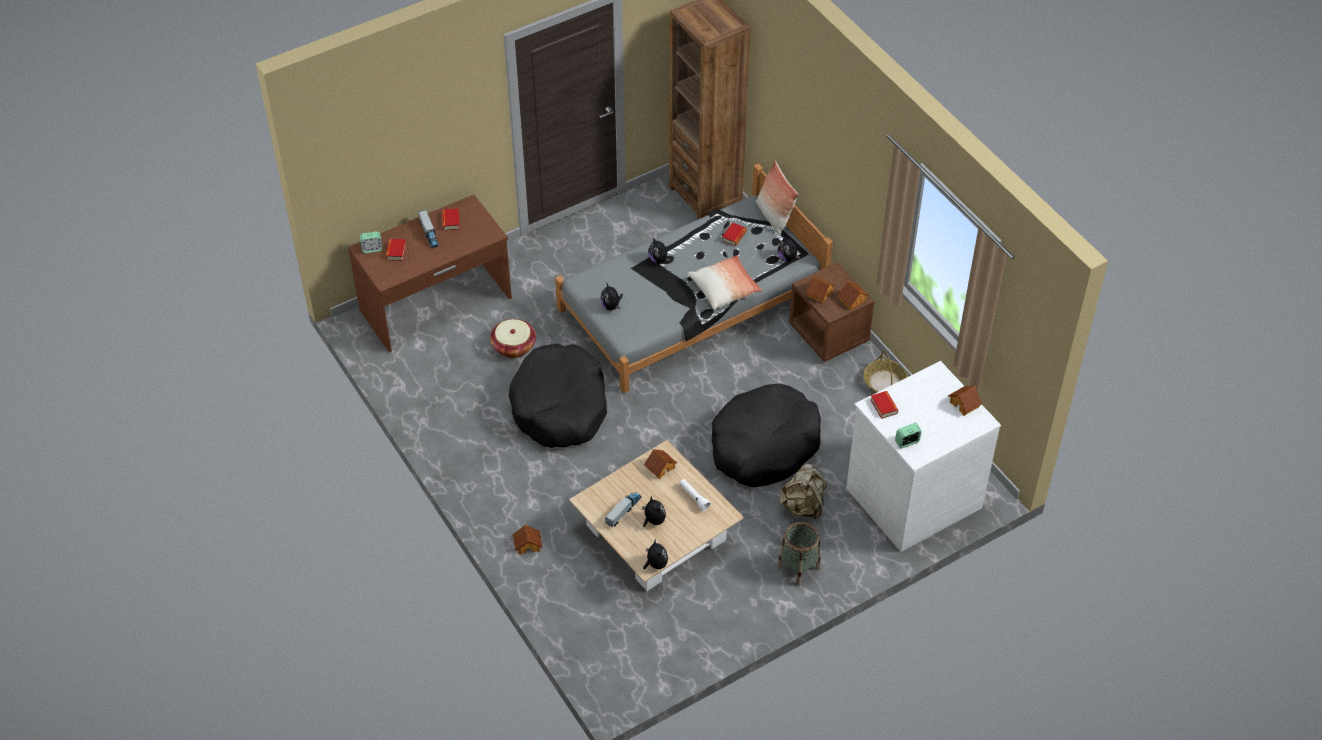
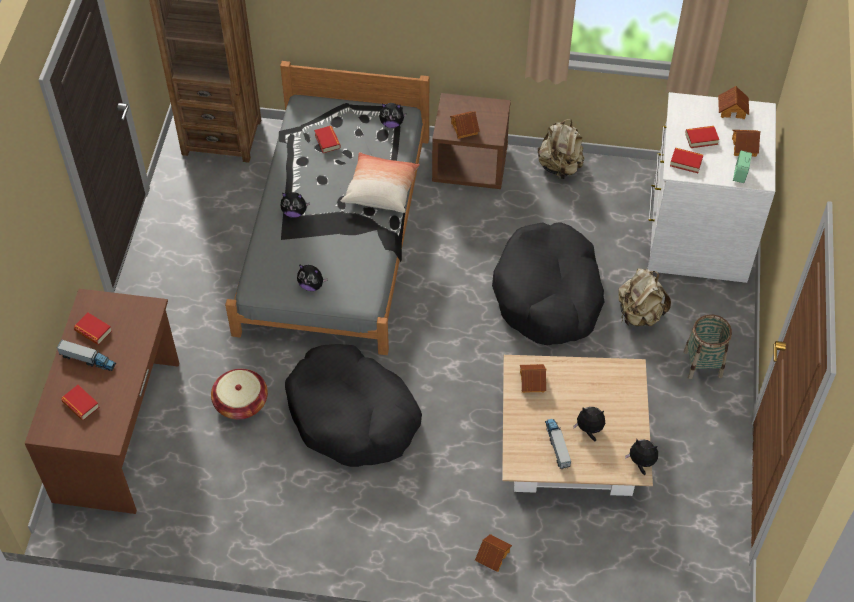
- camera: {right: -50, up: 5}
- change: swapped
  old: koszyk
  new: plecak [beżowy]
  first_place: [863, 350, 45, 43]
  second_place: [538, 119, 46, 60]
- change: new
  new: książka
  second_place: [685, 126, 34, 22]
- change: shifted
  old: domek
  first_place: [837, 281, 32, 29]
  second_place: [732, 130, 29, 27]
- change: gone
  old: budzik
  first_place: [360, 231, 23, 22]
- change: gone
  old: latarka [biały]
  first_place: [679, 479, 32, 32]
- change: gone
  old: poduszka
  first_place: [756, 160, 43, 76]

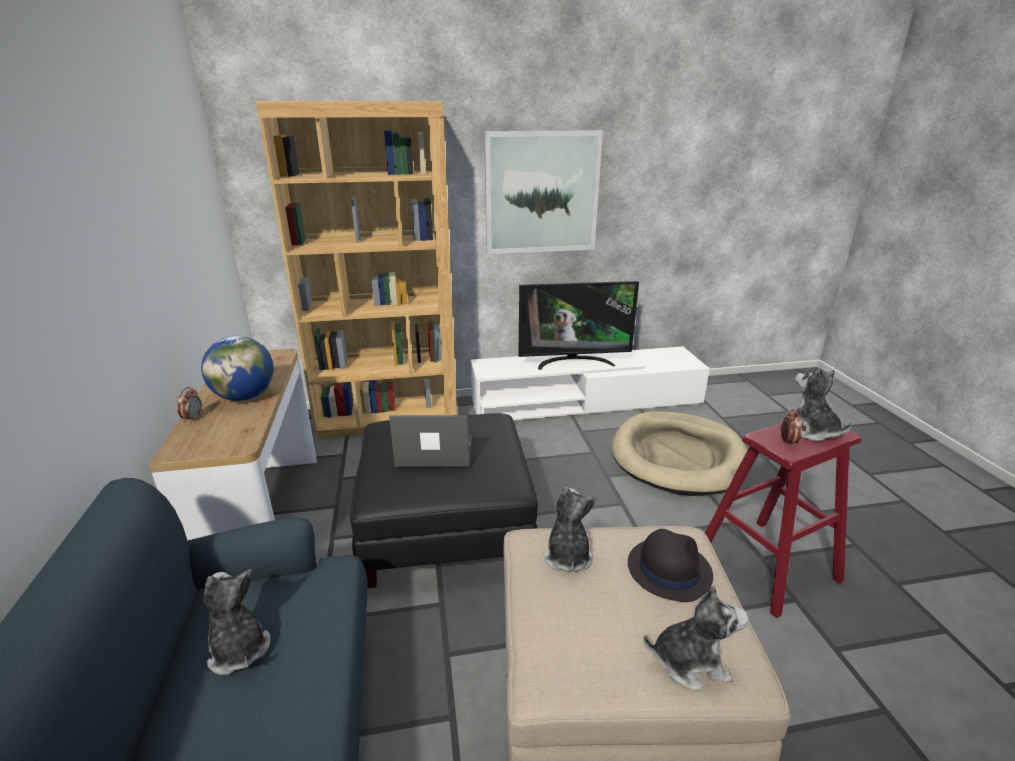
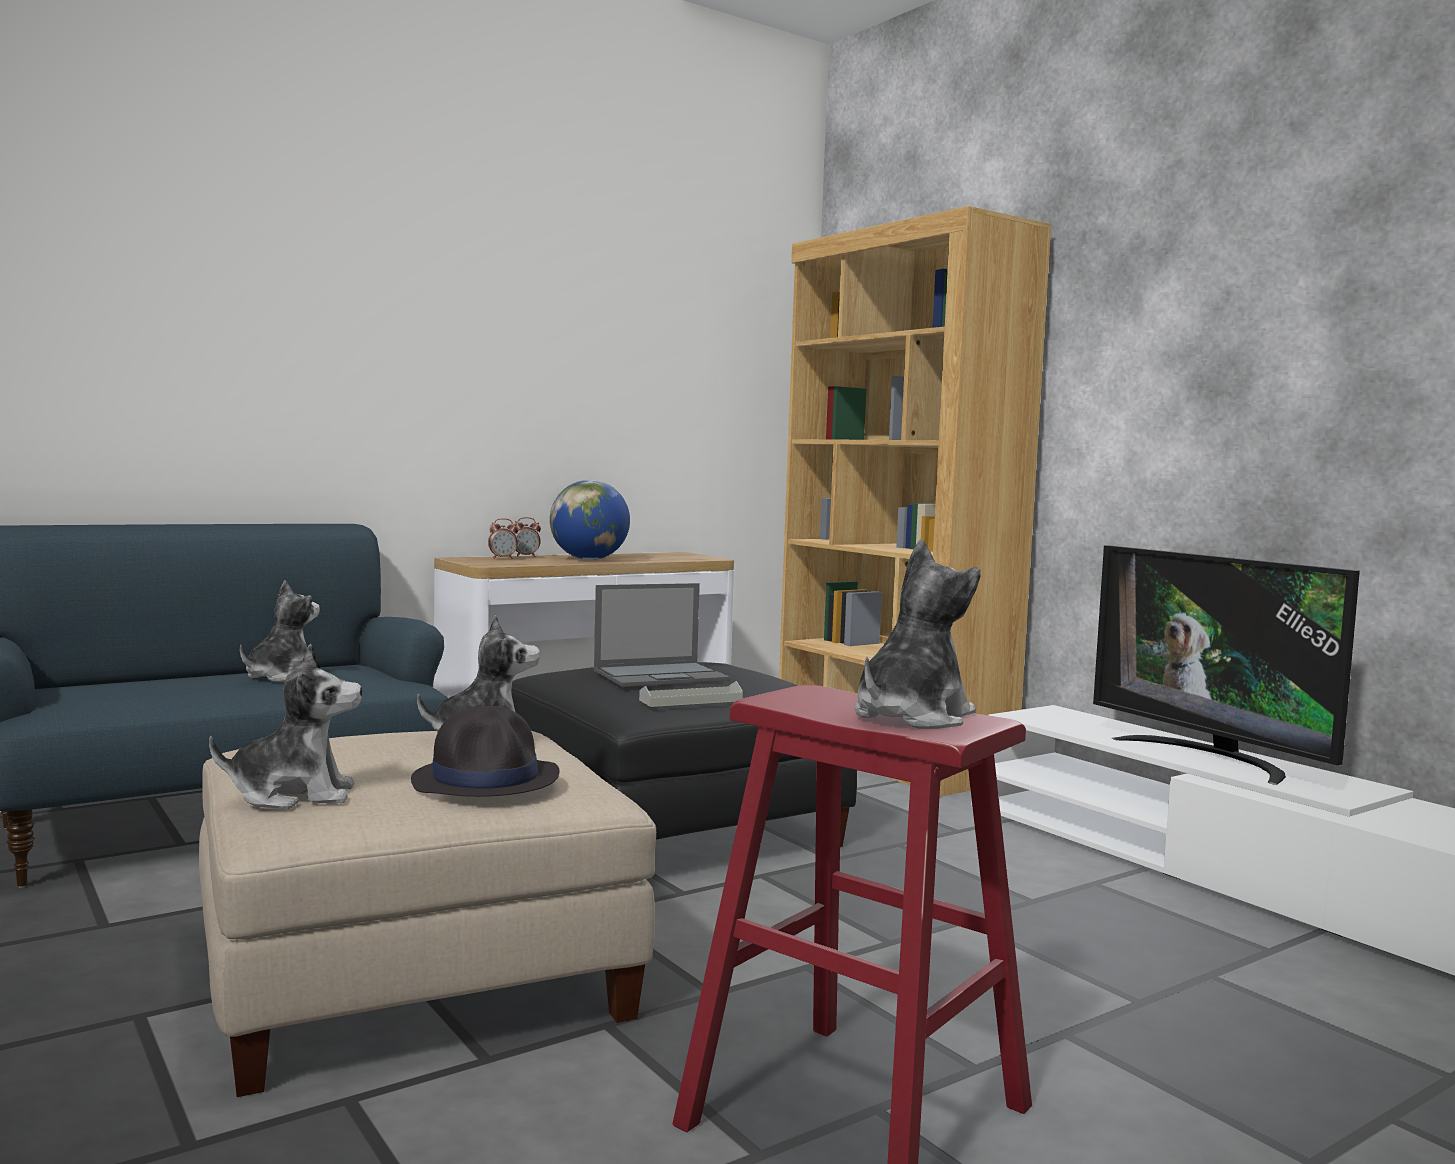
- camera: {right: 65, up: -20}
- change: rotated
  old: pluszak
  first_place: [643, 586, 106, 104]
  second_place: [209, 644, 153, 165]
  degrees: -75
- change: shifted
  old: budzik
  first_place: [781, 409, 22, 38]
  second_place: [488, 518, 30, 41]
- change: rotated
  old: laptop
  first_place: [389, 415, 83, 52]
  second_place: [594, 583, 136, 104]
  degrees: 90
- change: new
  new: taca [szary]
  second_place: [639, 681, 104, 26]
- change: gone
  old: obraz
  first_place: [484, 130, 119, 124]
- change: gone
  old: legowisko [beżowy]
  first_place: [612, 411, 135, 85]

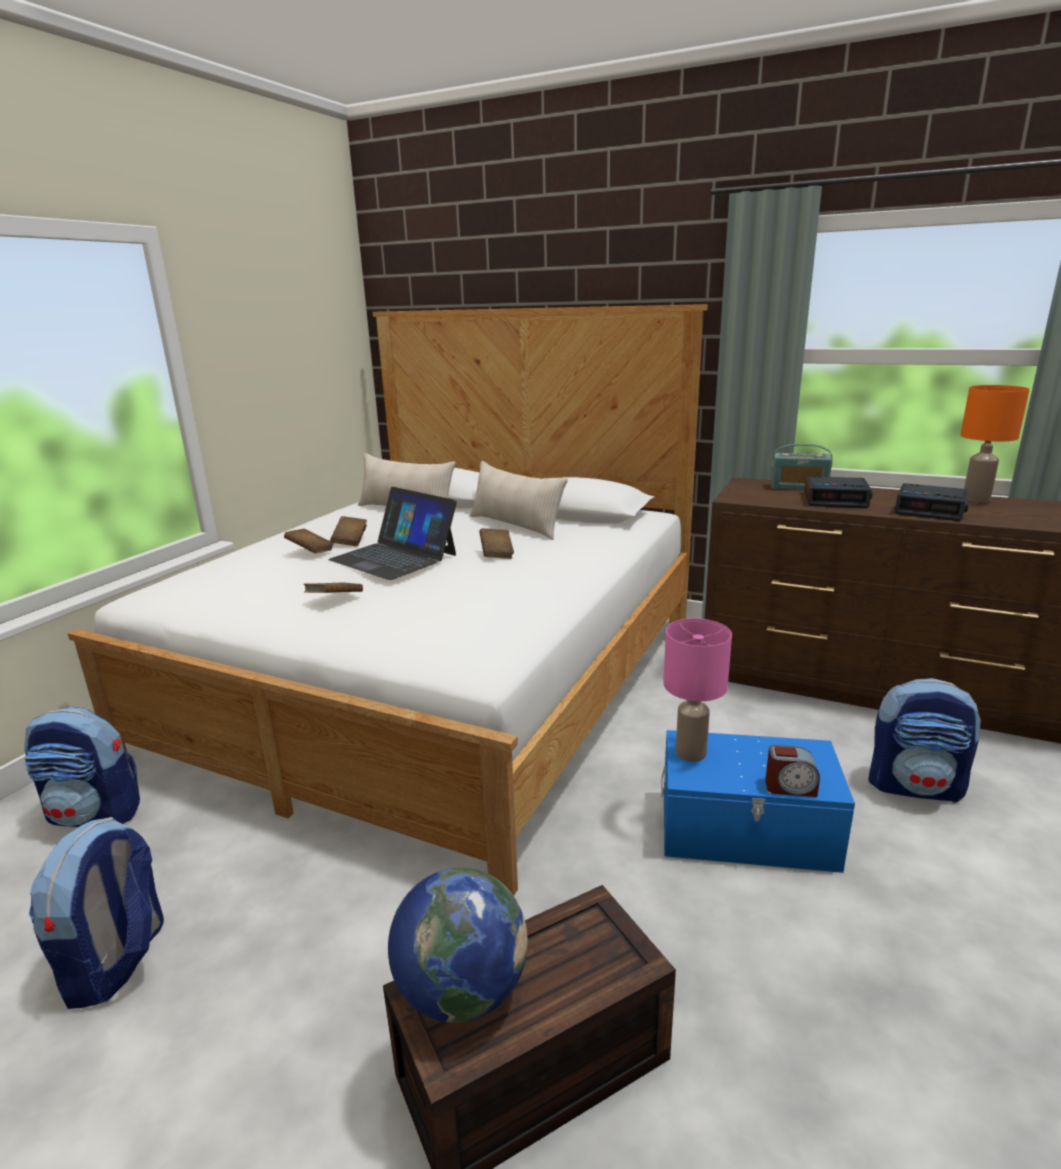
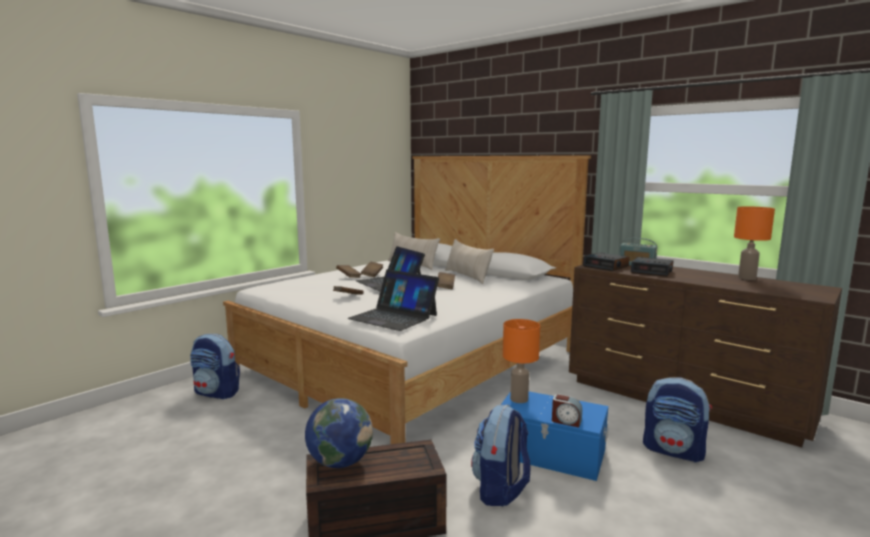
- camera: {right: 15, up: -10}
- change: new
  new: laptop
  second_place: [347, 269, 92, 62]
- change: shifted
  old: plecak
  first_place: [29, 817, 135, 192]
  second_place: [471, 405, 59, 101]
- change: repainted
  old: lampa stołowa [różowy]
  new: lampa stołowa [pomarańczowy]
  first_place: [663, 618, 69, 144]
  second_place: [503, 319, 37, 84]
- change: shifted
  old: budzik
  first_place: [894, 483, 75, 38]
  second_place: [583, 252, 47, 19]

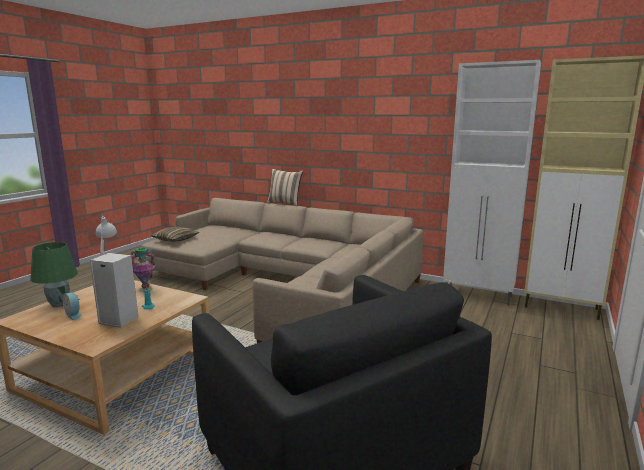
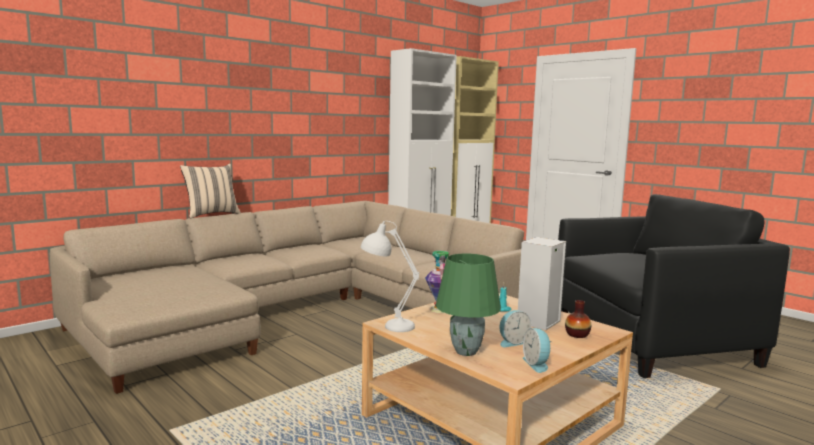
- camera: {right: -70, up: -5}
- change: new
  new: budzik
  second_place: [523, 328, 29, 45]
- change: new
  new: wazon
  second_place: [565, 300, 26, 38]
- change: gone
  old: poduszka
  first_place: [151, 227, 48, 15]

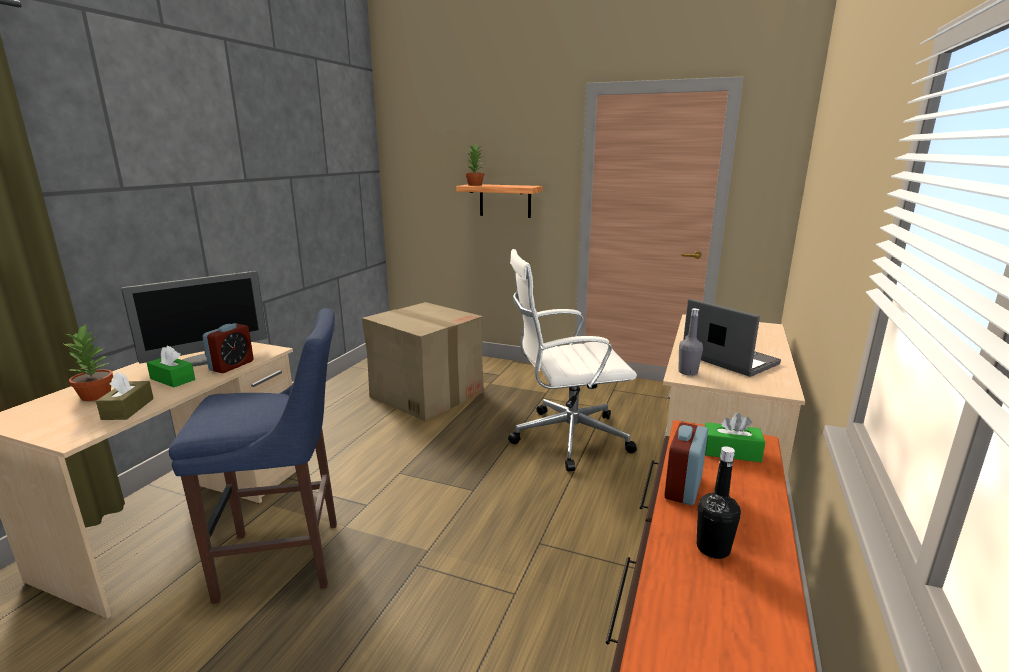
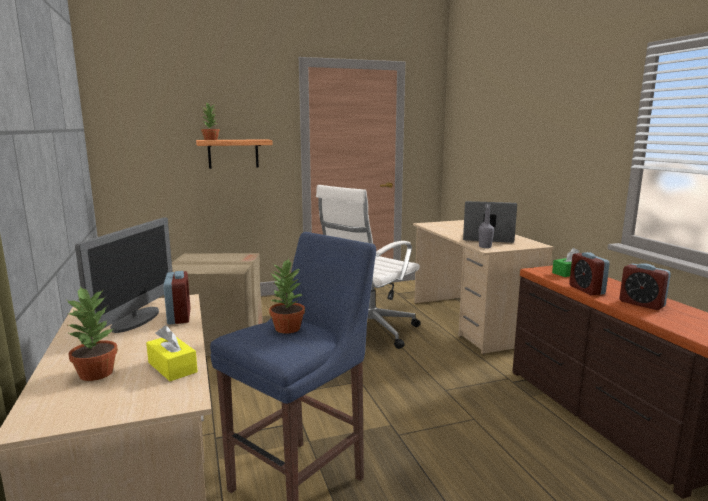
- camera: {right: -40, up: -5}
- change: repainted
  old: pudełko chusteczek [brązowy]
  new: pudełko chusteczek [żółty]
  first_place: [96, 372, 58, 48]
  second_place: [146, 325, 52, 56]
- change: new
  new: roślina doniczkowa
  second_place: [269, 258, 36, 75]
- change: swapped
  old: butelka [czarny]
  new: budzik
  first_place: [697, 446, 44, 113]
  second_place: [619, 263, 52, 47]
- change: gone
  old: pudełko chusteczek [zielony]
  first_place: [147, 346, 48, 41]

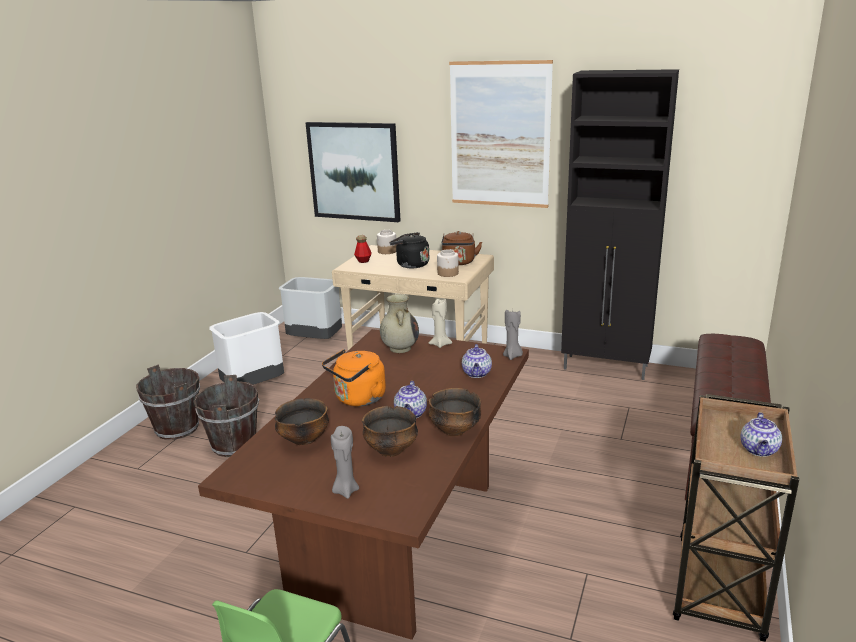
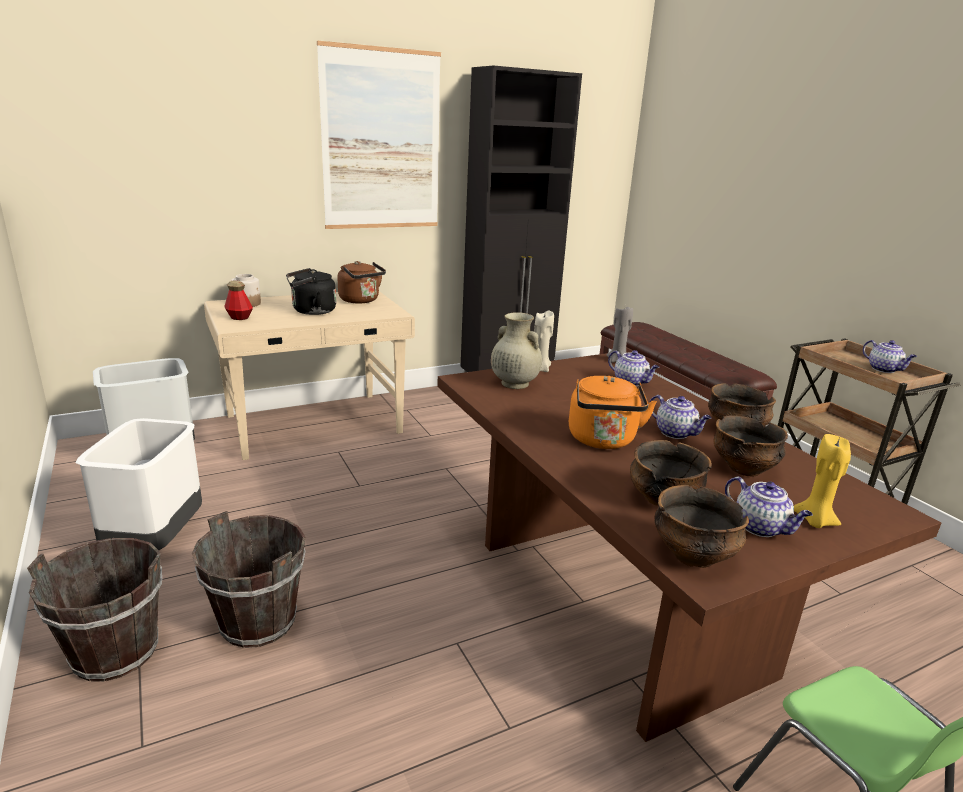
- camera: {right: -50, up: 0}
- change: new
  new: miska
  second_place: [655, 485, 94, 83]
- change: new
  new: imbryk
  second_place: [725, 476, 88, 61]
- change: repainted
  old: świeca [szary]
  new: świeca [żółty]
  first_place: [331, 426, 28, 73]
  second_place: [794, 434, 57, 94]
- change: gone
  old: obraz
  first_place: [306, 122, 95, 100]
- change: gone
  old: słoik
  first_place: [437, 250, 22, 27]

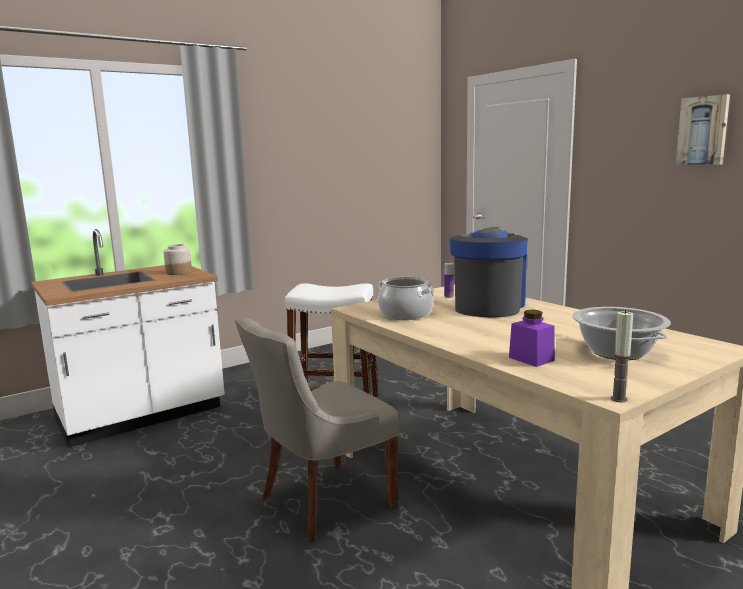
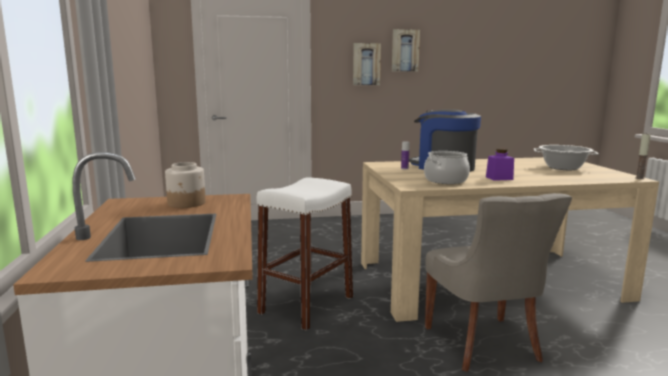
- camera: {right: -65, up: 0}
- change: new
  new: obraz
  second_place: [353, 43, 28, 42]
- change: shifted
  old: słoik [fioletowy]
  first_place: [509, 309, 46, 58]
  second_place: [486, 148, 28, 33]

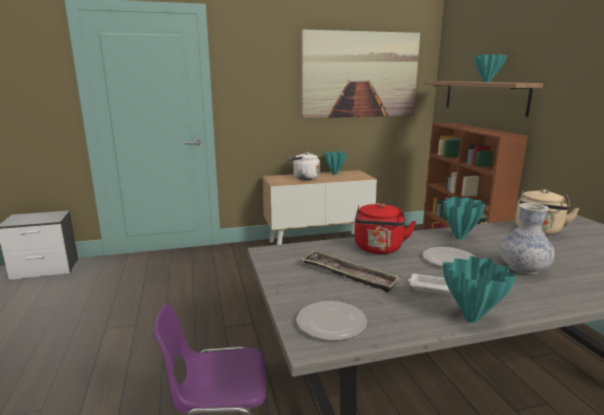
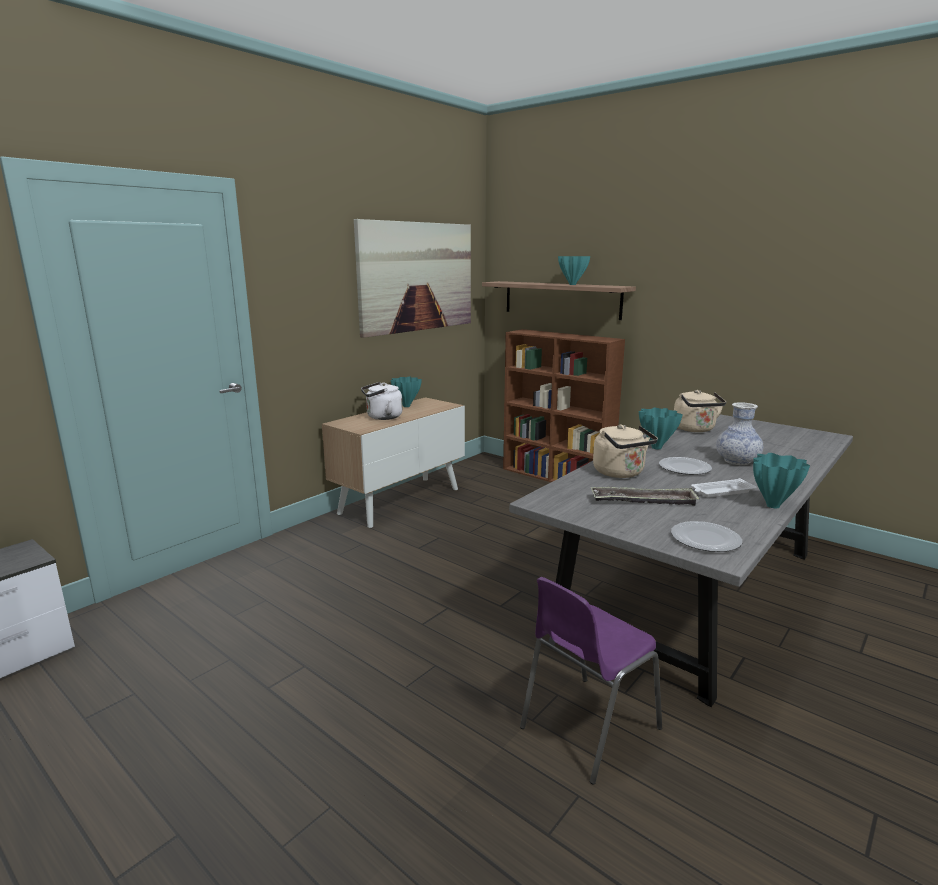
- camera: {right: -35, up: 0}
- change: repainted
  old: czajnik [czerwony]
  new: czajnik [beżowy]
  first_place: [354, 203, 62, 51]
  second_place: [593, 425, 65, 53]

